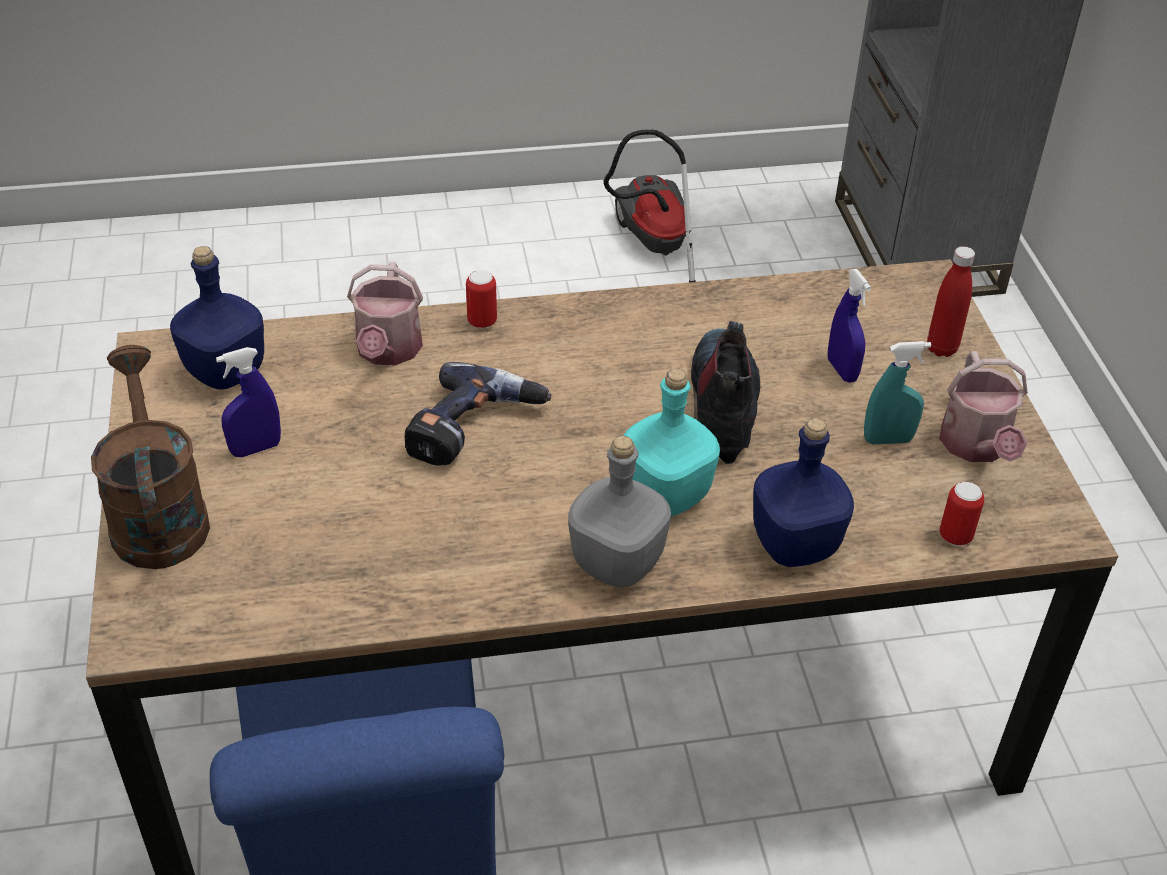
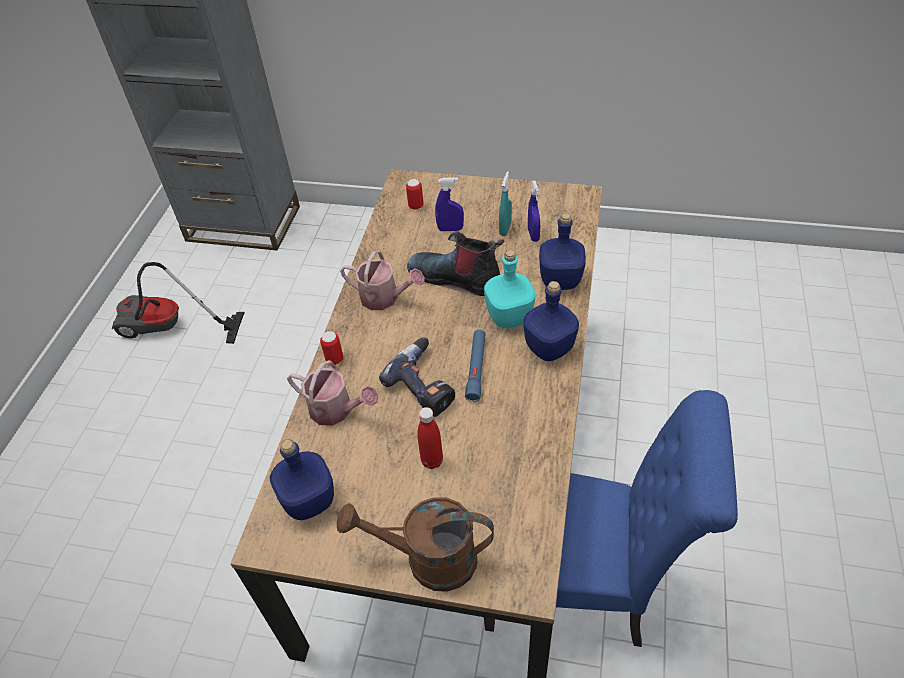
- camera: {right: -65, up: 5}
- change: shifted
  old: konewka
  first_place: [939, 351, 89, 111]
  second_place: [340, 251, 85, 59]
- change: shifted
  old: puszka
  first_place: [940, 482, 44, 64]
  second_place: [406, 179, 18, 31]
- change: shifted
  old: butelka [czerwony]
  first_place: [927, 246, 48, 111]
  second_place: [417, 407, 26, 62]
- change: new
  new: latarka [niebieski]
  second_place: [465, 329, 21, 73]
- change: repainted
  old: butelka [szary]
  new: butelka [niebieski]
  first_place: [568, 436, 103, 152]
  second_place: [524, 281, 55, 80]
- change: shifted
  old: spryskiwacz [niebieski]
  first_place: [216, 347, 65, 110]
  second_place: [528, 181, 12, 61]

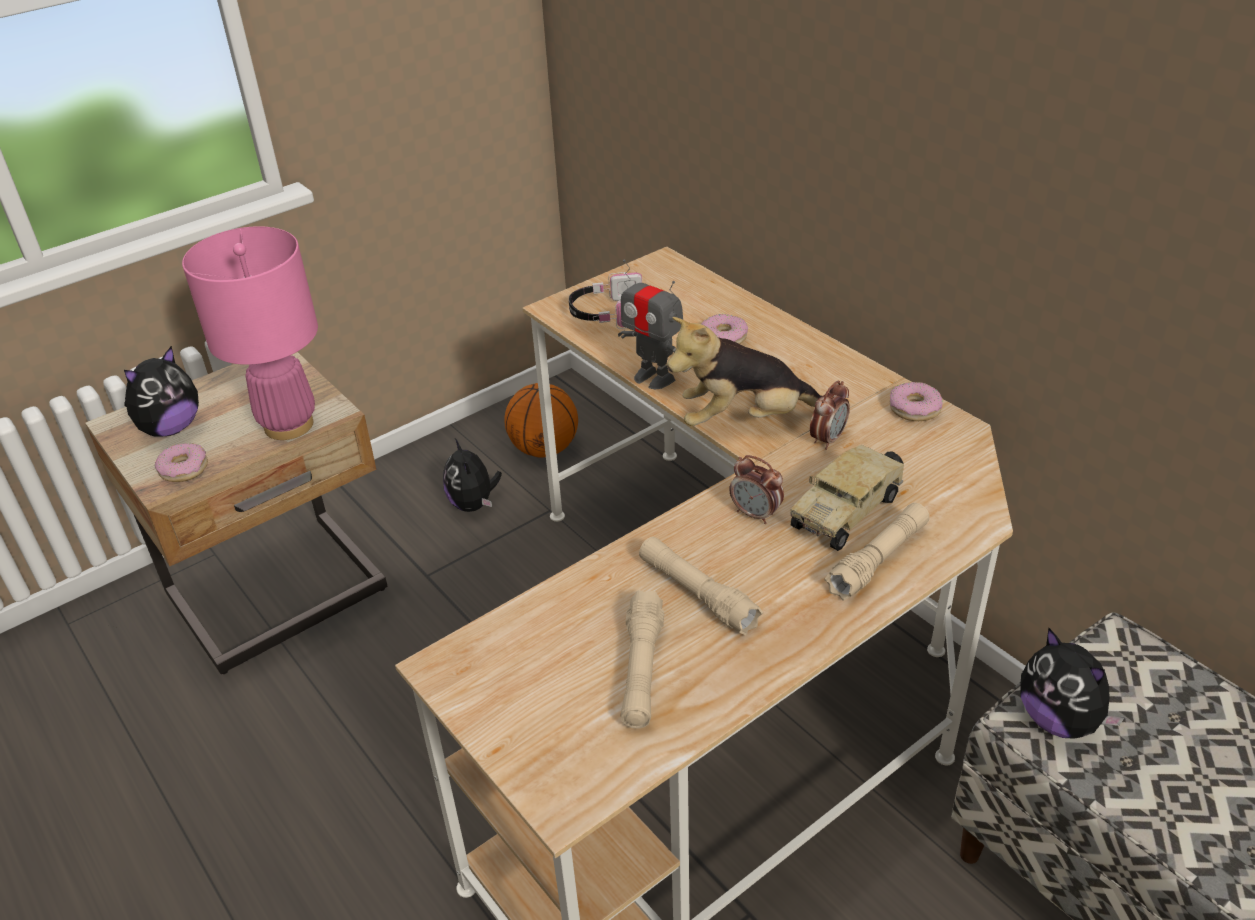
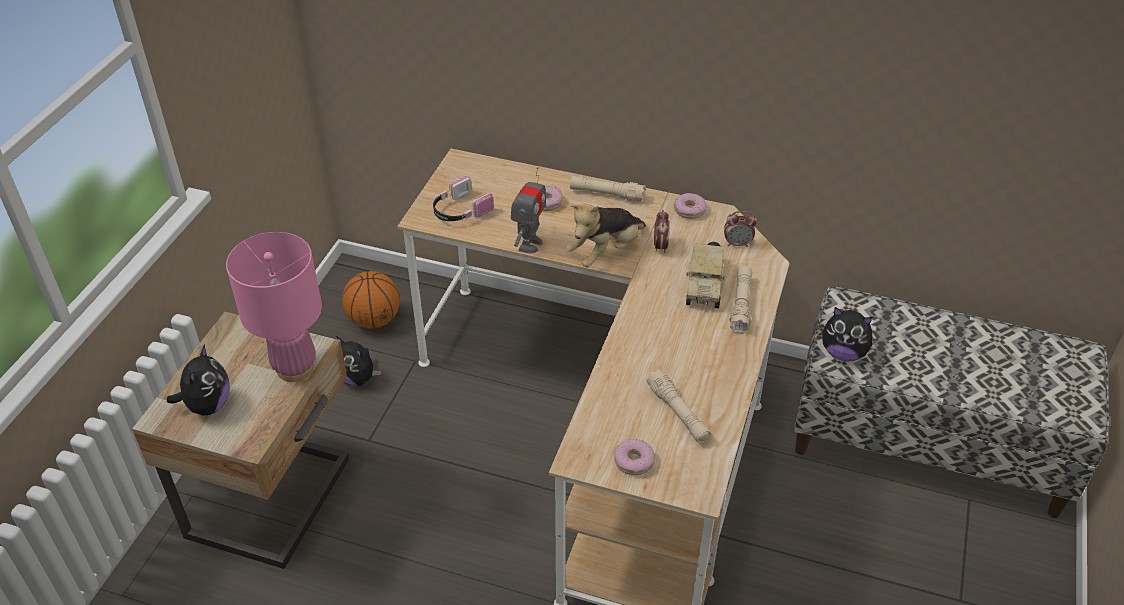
- camera: {right: -35, up: 5}
- change: rotated
  old: robot zabawkowy
  first_place: [618, 259, 65, 130]
  second_place: [511, 167, 35, 86]
  degrees: -75
- change: shifted
  old: latarka [beżowy]
  first_place: [639, 537, 124, 99]
  second_place: [570, 176, 76, 26]
- change: shifted
  old: donut
  first_place: [155, 443, 53, 39]
  second_place: [614, 438, 41, 37]
- change: shifted
  old: budzik
  first_place: [729, 455, 55, 69]
  second_place: [724, 211, 33, 36]

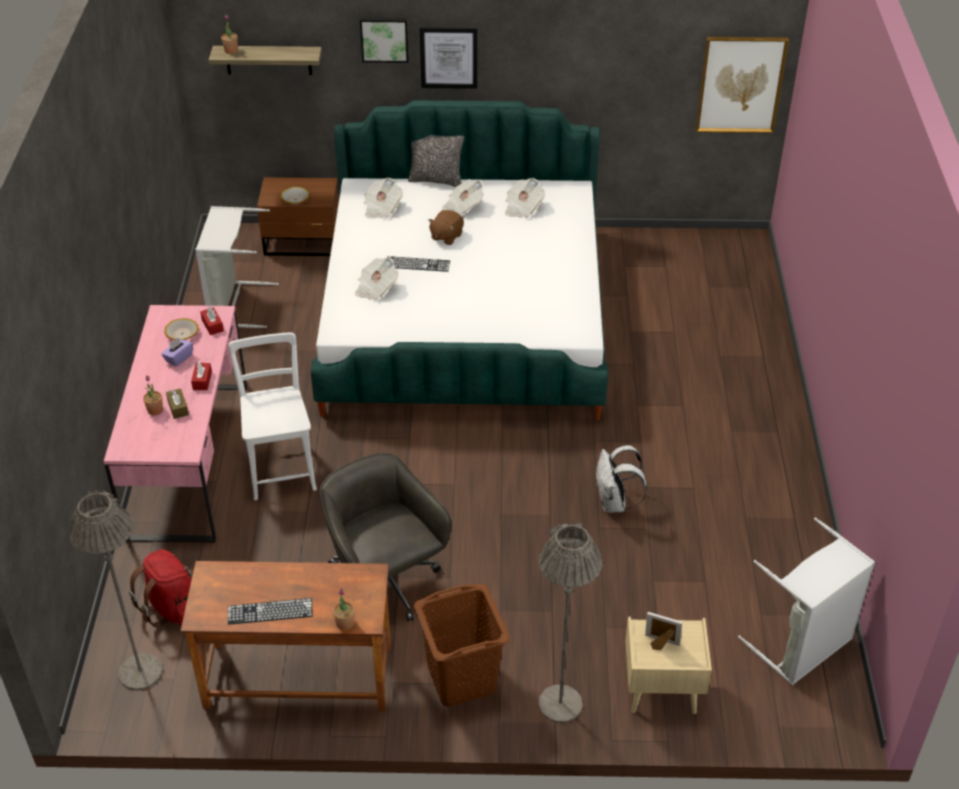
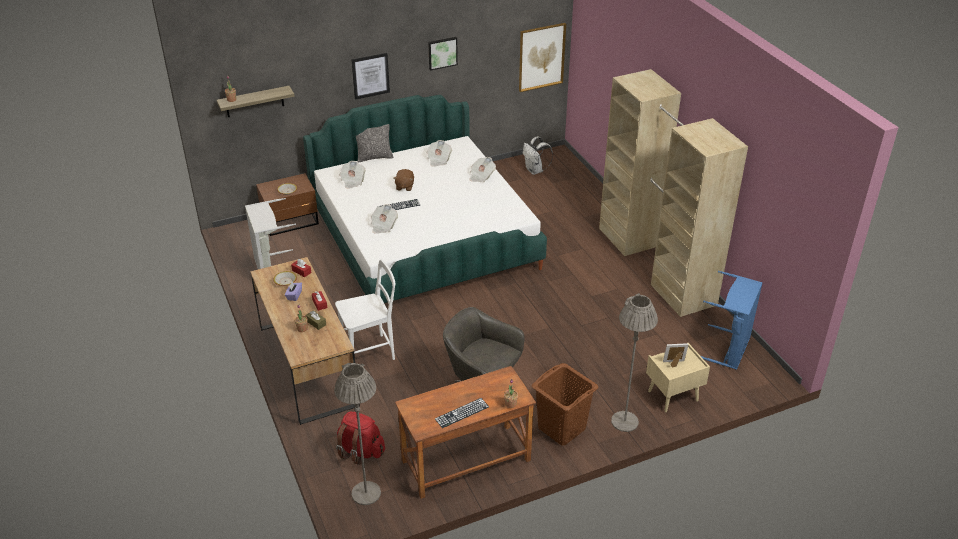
- camera: {right: -25, up: -5}
- change: repainted
  old: biurko [różowy]
  new: biurko [brązowy]
  first_place: [104, 305, 143, 238]
  second_place: [250, 257, 110, 168]
- change: rotated
  old: krzesło [biały]
  first_place: [229, 333, 88, 167]
  second_place: [335, 259, 60, 101]
  degrees: 105
- change: shifted
  old: obraz
  first_place: [360, 18, 49, 45]
  second_place: [428, 37, 30, 33]
- change: shifted
  old: gazeta
  first_place: [442, 179, 42, 36]
  second_place: [469, 157, 27, 25]
- change: shifted
  old: plecak [biały]
  first_place: [596, 445, 52, 68]
  second_place: [523, 136, 30, 39]
- change: new
  new: szafa [beżowy]
  second_place: [599, 69, 149, 248]
- change: repainted
  old: kosz na pranie [szary]
  new: kosz na pranie [niebieski]
  first_place: [738, 518, 137, 167]
  second_place: [701, 271, 62, 99]

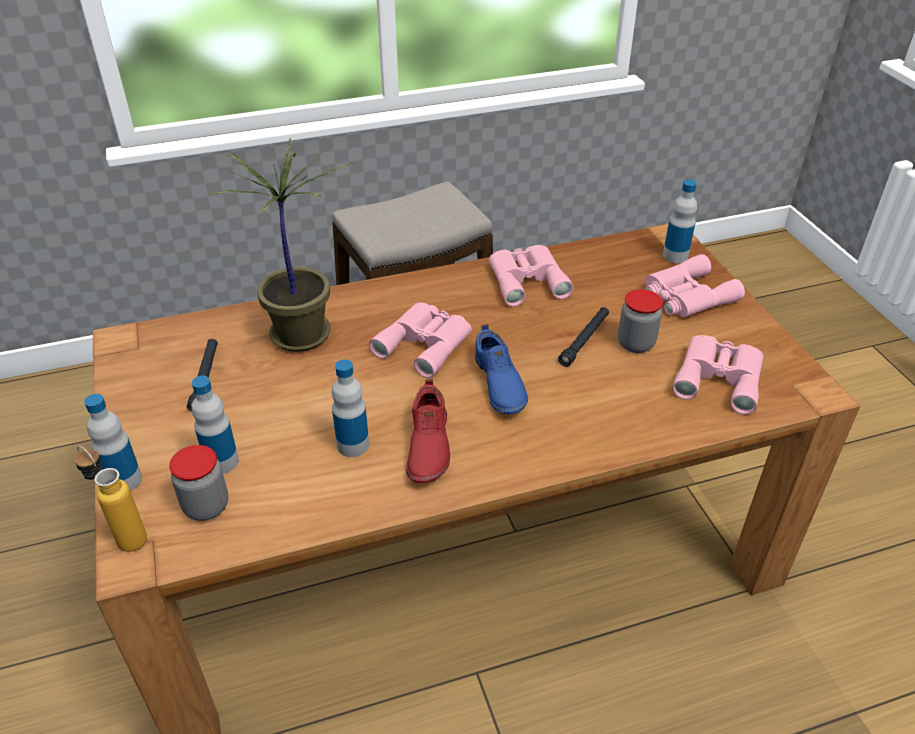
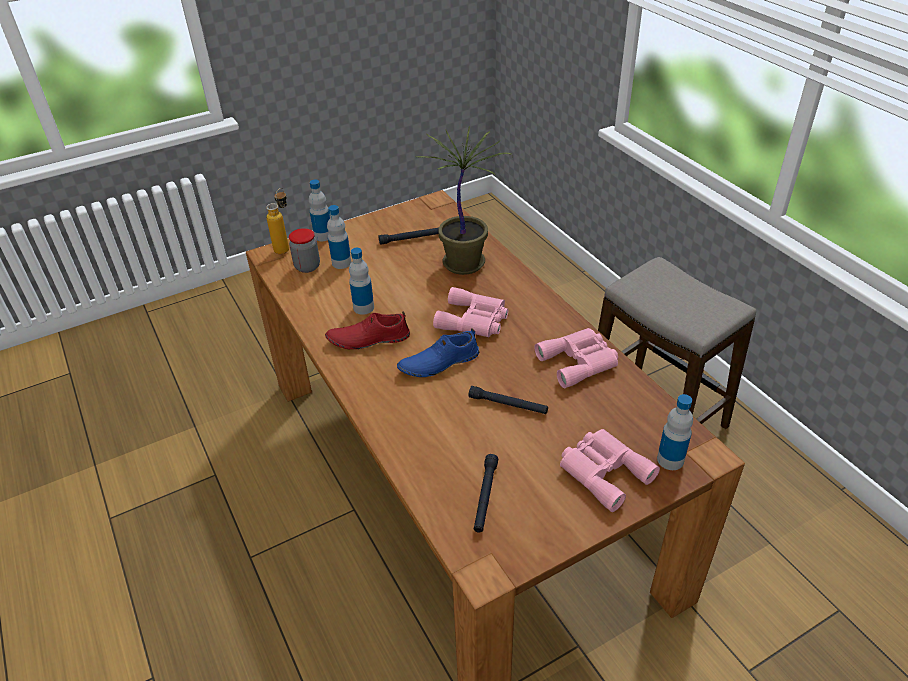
- camera: {right: 80, up: 0}
- change: swapped
  old: lornetka [różowy]
  new: latarka [czarny]
  first_place: [672, 335, 92, 80]
  second_place: [474, 454, 24, 79]
- change: gone
  old: słoik
  first_place: [618, 289, 45, 64]

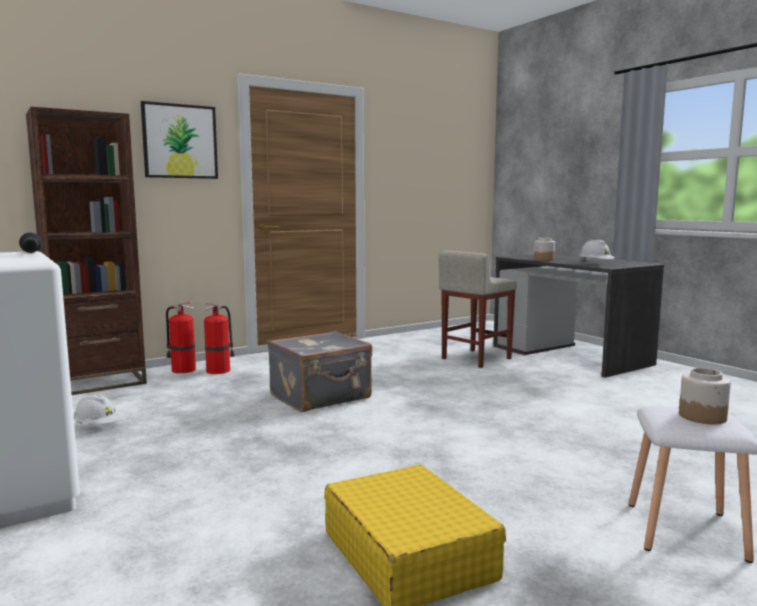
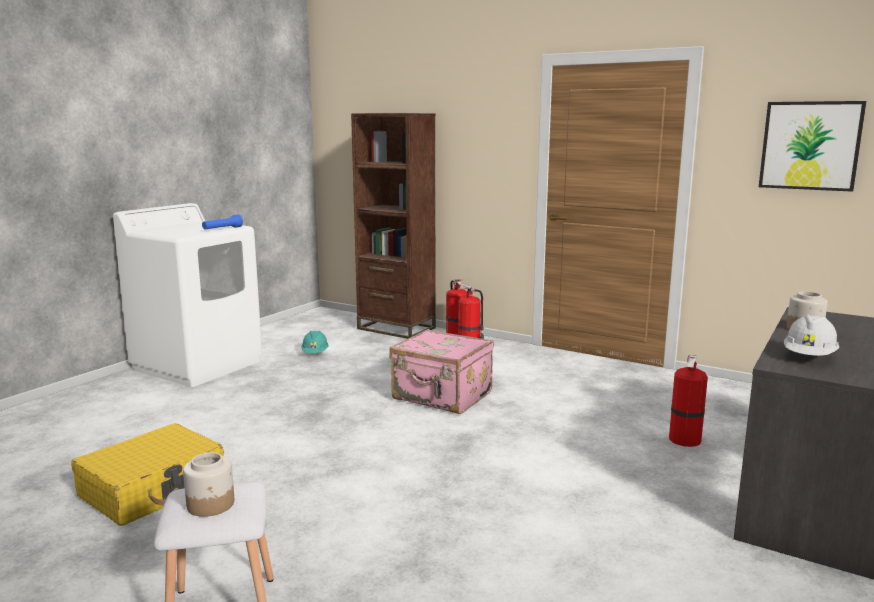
- camera: {right: 65, up: 5}
- change: repainted
  old: latarka [czarny]
  new: latarka [niebieski]
  first_place: [19, 232, 23, 21]
  second_place: [202, 214, 41, 15]
- change: repainted
  old: kask [biały]
  new: kask [turkusowy]
  first_place: [73, 394, 48, 30]
  second_place: [302, 331, 27, 22]
- change: repainted
  old: walizka [szary]
  new: walizka [różowy]
  first_place: [267, 331, 105, 81]
  second_place: [389, 329, 105, 85]
- change: swapped
  old: stołek [beżowy]
  new: gaśnica
  first_place: [438, 251, 79, 117]
  second_place: [669, 355, 39, 92]
- change: shifted
  old: obraz
  first_place: [141, 101, 77, 78]
  second_place: [759, 101, 107, 91]

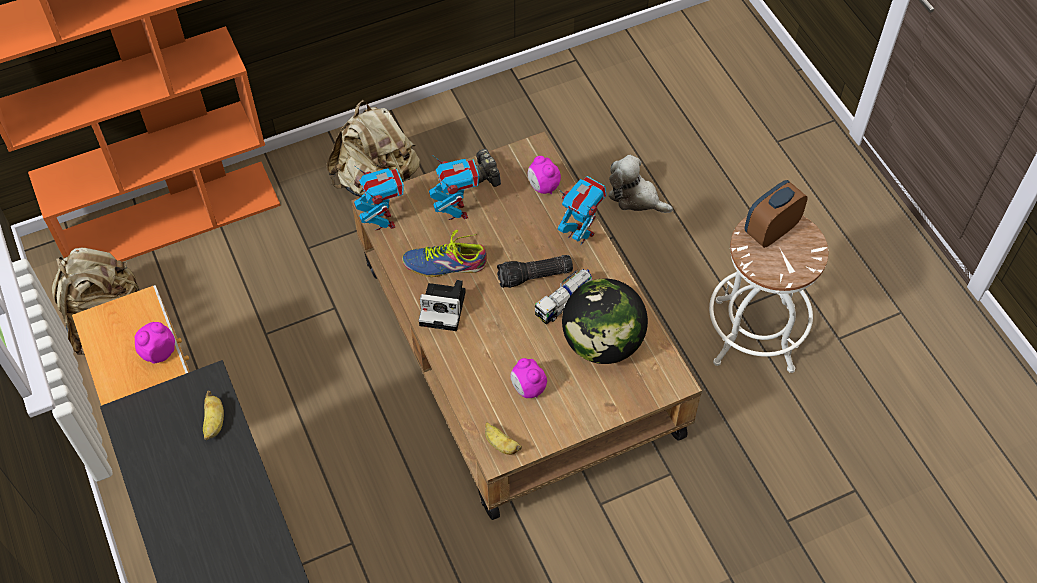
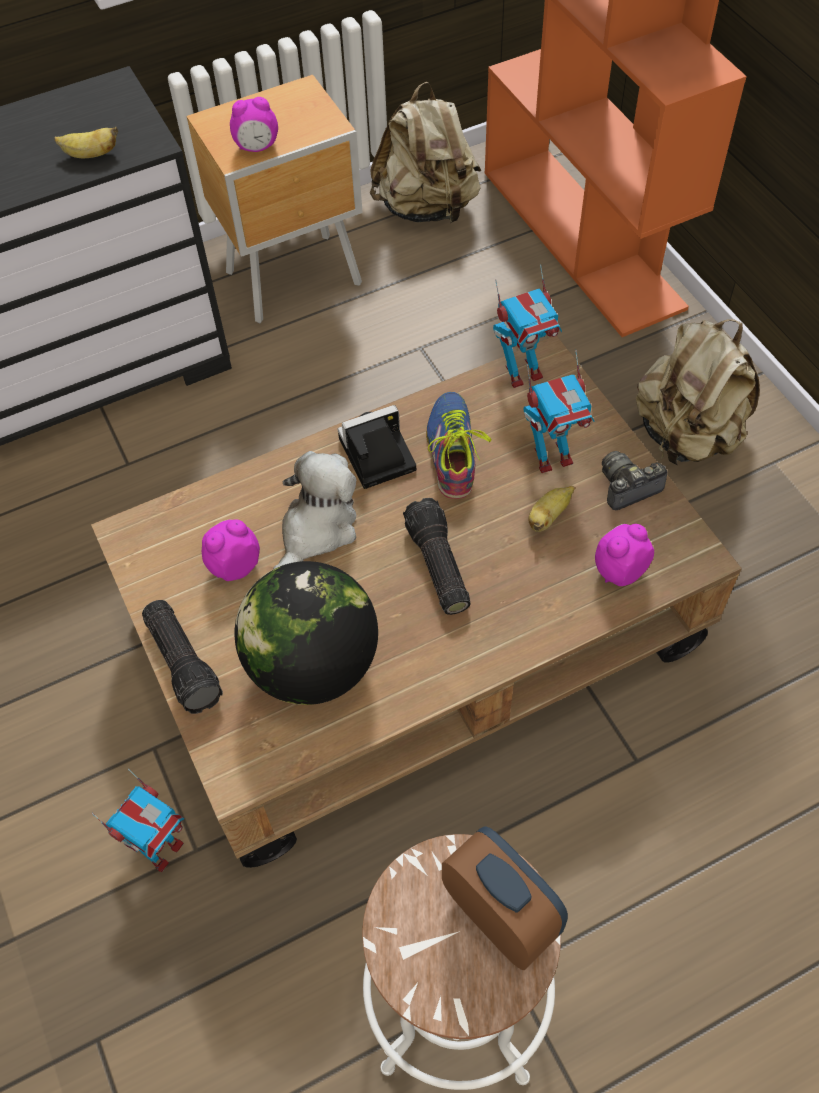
- camera: {right: 90, up: 0}
- change: shifted
  old: robot zabawkowy
  first_place: [558, 176, 49, 69]
  second_place: [92, 768, 92, 104]
- change: new
  new: latarka
  second_place: [142, 600, 81, 114]
- change: rotated
  old: budzik
  first_place: [135, 322, 40, 42]
  second_place: [230, 97, 48, 55]
  degrees: 120
- change: shifted
  old: pluszak
  first_place: [608, 155, 65, 58]
  second_place: [273, 451, 83, 118]
- change: rotated
  old: aparat fotograficzny
  first_place: [418, 280, 48, 51]
  second_place: [337, 405, 79, 84]
  degrees: 60
- change: shifted
  old: banan
  first_place: [485, 422, 37, 33]
  second_place: [529, 486, 46, 46]
- change: gone
  old: ciężarówka zabawkowa
  first_place: [535, 269, 57, 56]

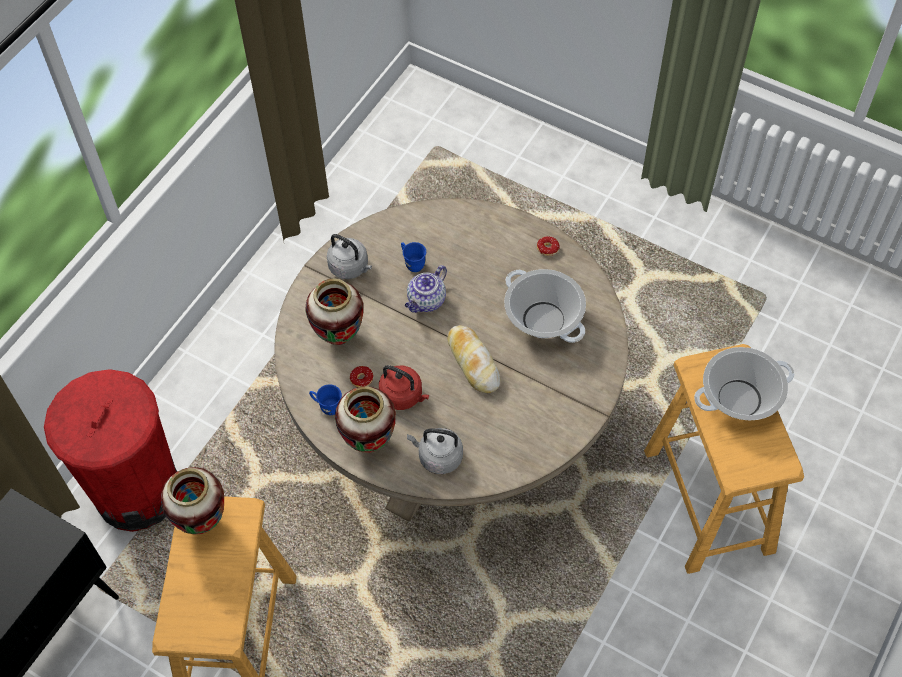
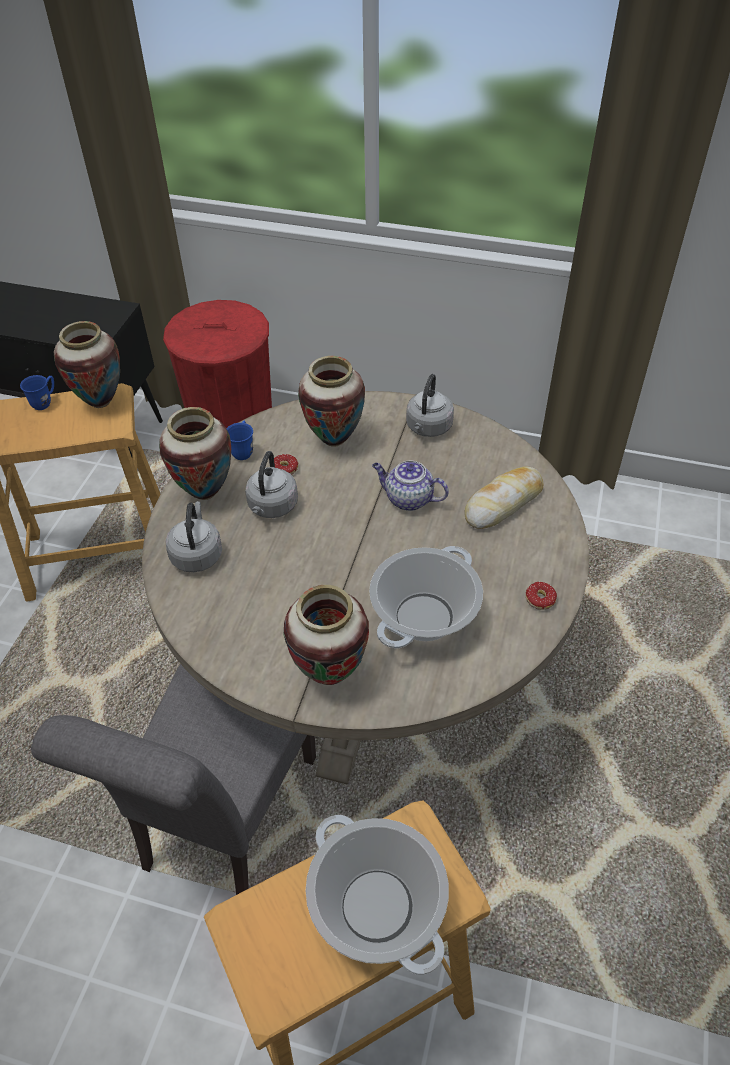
- camera: {right: 75, up: -10}
- change: shifted
  old: kubek [niebieski]
  first_place: [401, 242, 25, 30]
  second_place: [20, 375, 34, 35]
- change: new
  new: krzesło [szary]
  second_place: [31, 664, 285, 231]
- change: repainted
  old: czajnik [czerwony]
  new: czajnik [szary]
  first_place: [379, 365, 50, 45]
  second_place: [245, 451, 53, 67]
- change: new
  new: wazon
  second_place: [283, 585, 86, 100]
- change: shifted
  old: chleb
  first_place: [447, 325, 53, 68]
  second_place: [464, 466, 79, 63]

